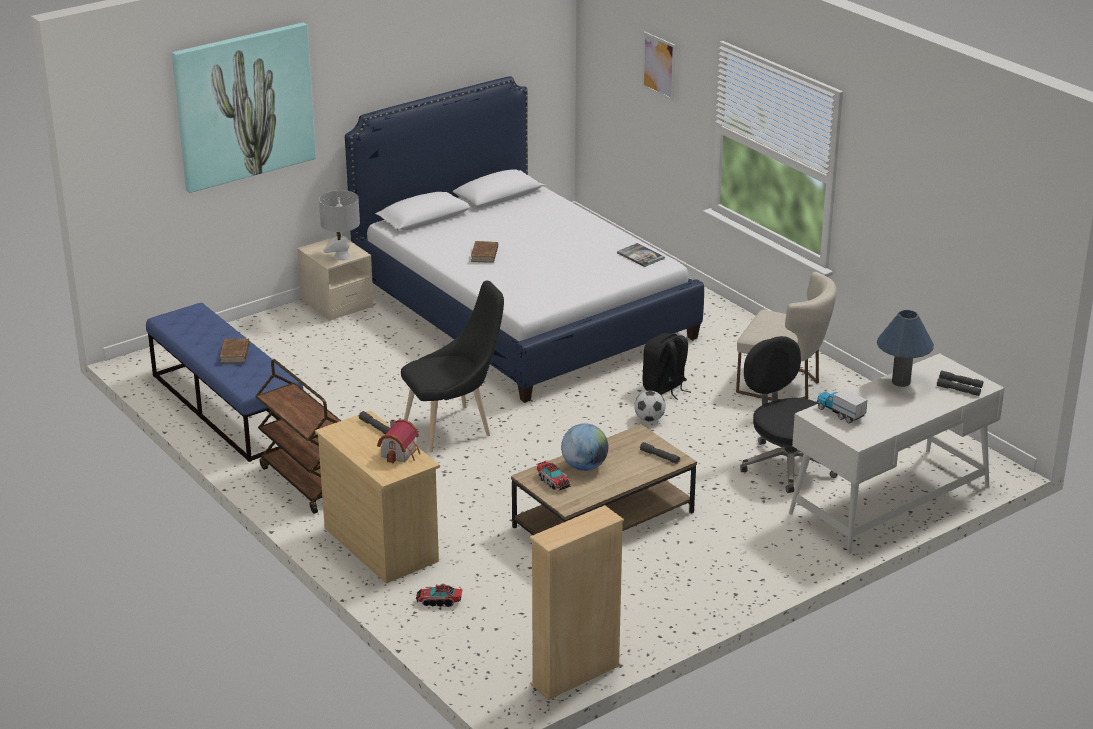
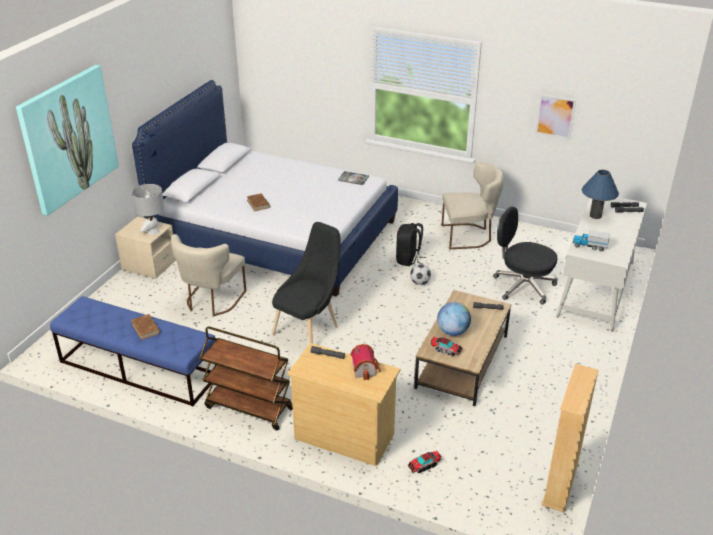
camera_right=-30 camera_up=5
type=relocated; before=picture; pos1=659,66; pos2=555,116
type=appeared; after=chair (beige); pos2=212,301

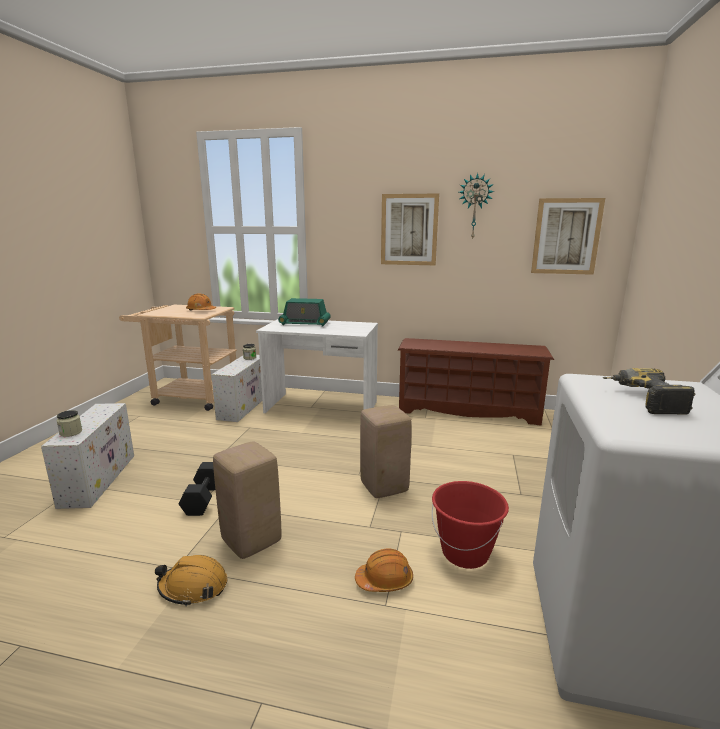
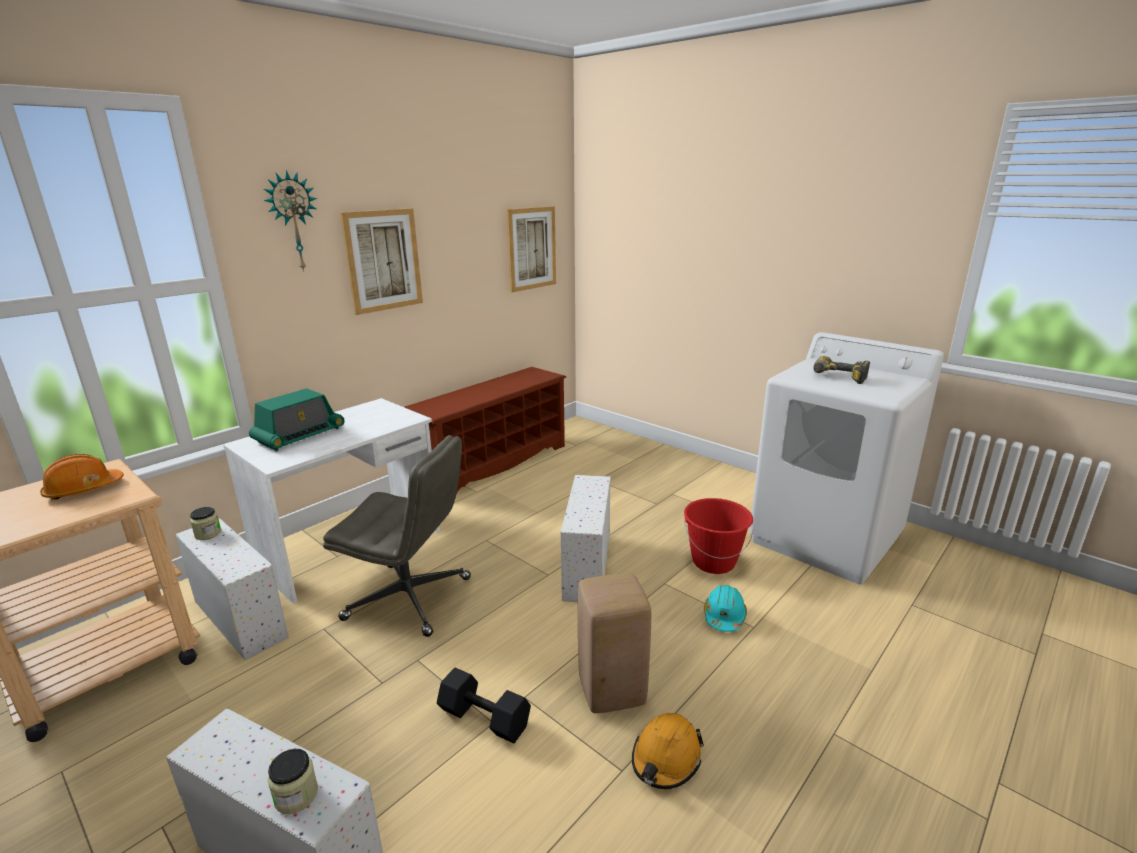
camera_right=-60 camera_up=5
type=relocated; before=wall clock; pos1=474,206; pos2=293,222
type=exchanged; before=stool (beige); after=storage box (white); pos1=383,487; pos2=587,567
type=colour; before=hard hat (orange); after=hard hat (turquoise); pos1=384,580; pos2=724,616
type=appeared; after=office chair (grey); pos2=410,598

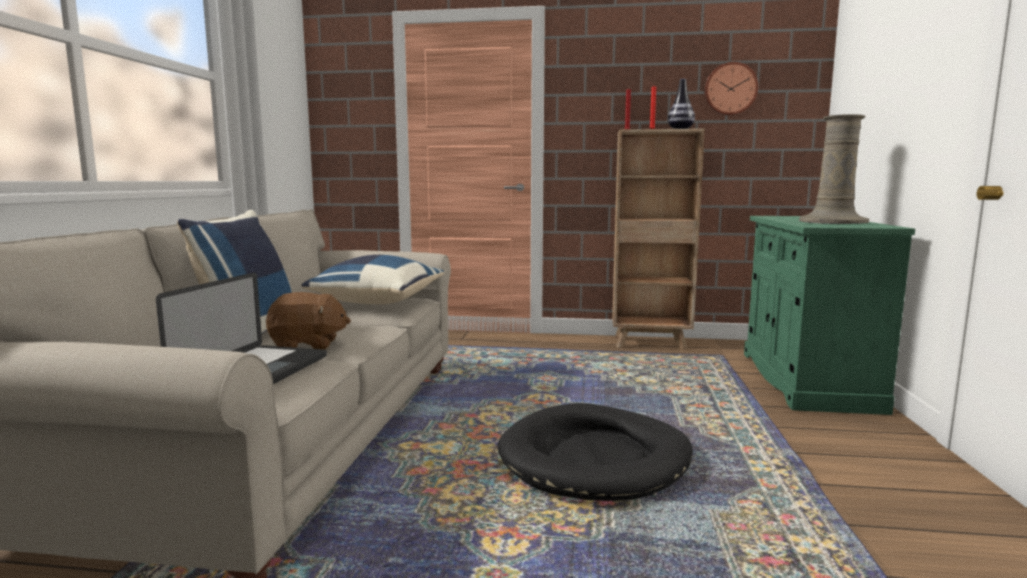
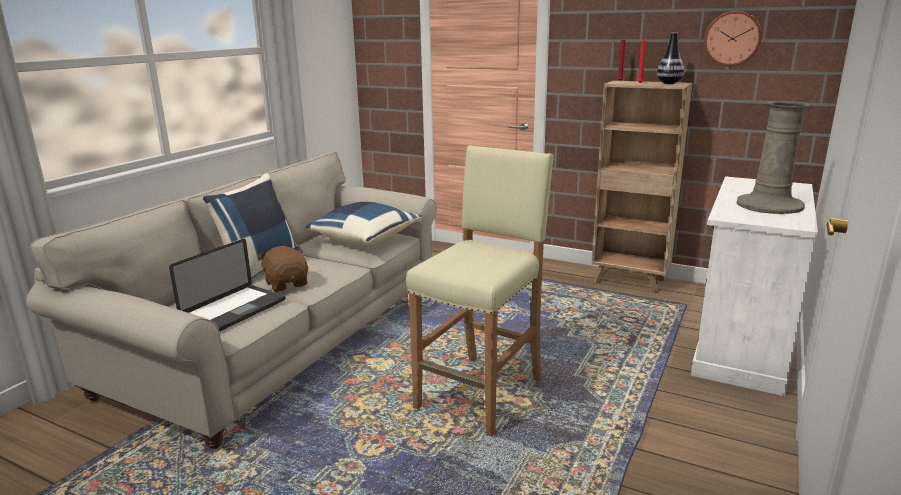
camera_right=20 camera_up=10
type=colour; before=cabinet (green); after=cabinet (white); pos1=806,380; pos2=741,345
type=spun; before=plush toy (brown); pos1=308,345; pos2=287,284; turn=-135
type=exchanged; before=dog bed (black); after=stool (beige); pos1=595,458; pos2=481,393

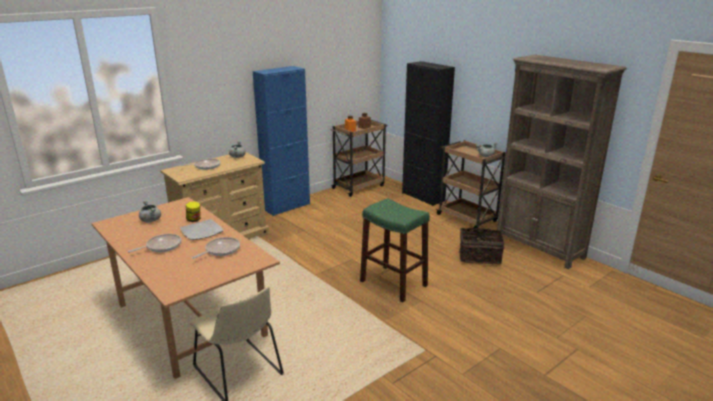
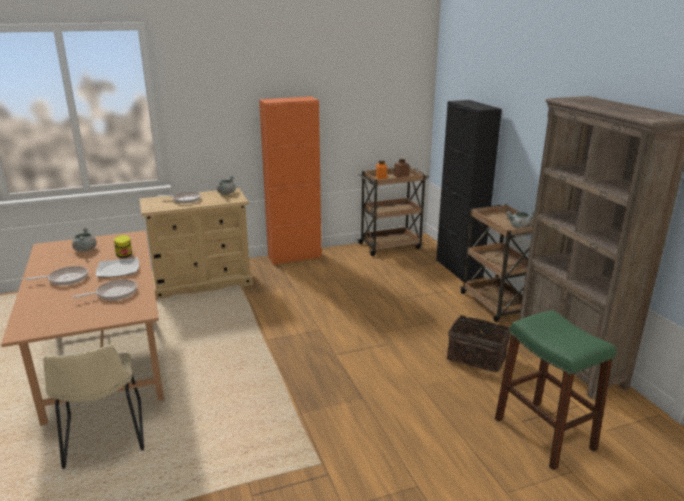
camera_right=20 camera_up=0
type=colour; before=cabinet (blue); after=cabinet (orange); pos1=286,207; pos2=294,257
type=relocated; before=stool (green); pos1=393,283; pos2=544,434

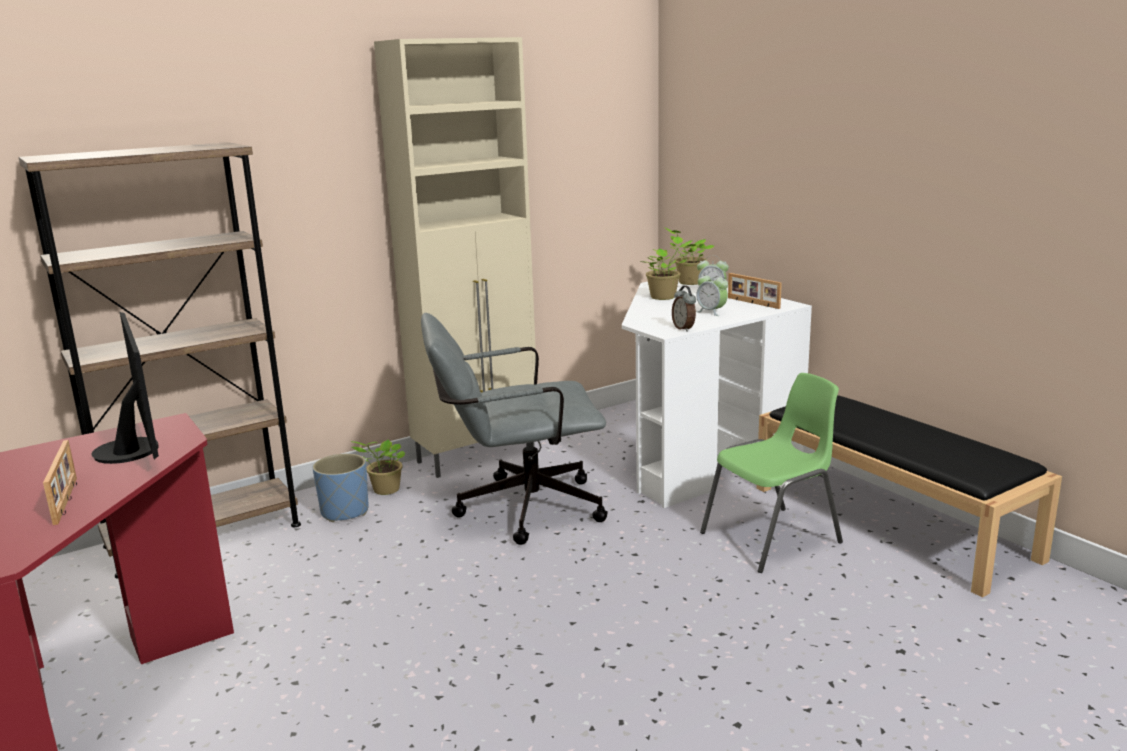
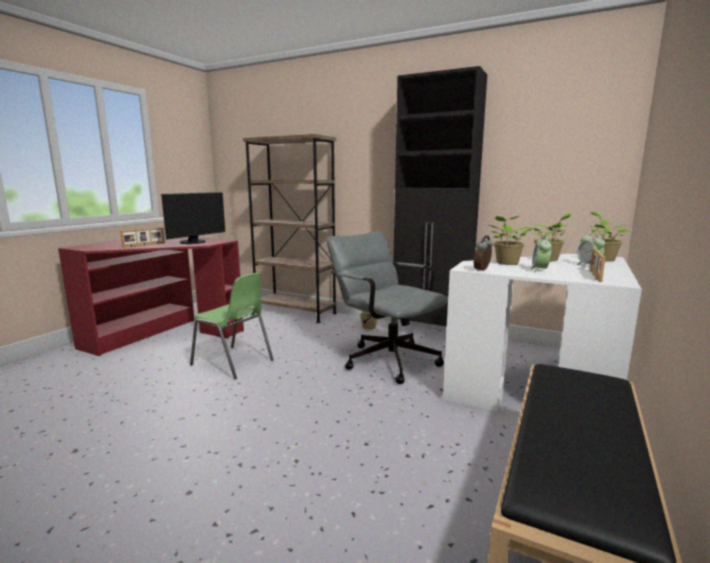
camera_right=60 camera_up=-5
type=colour; before=cabinet (beige); after=cabinet (black); pos1=478,456; pos2=431,334
type=relocated; before=chair (green); pos1=773,538; pos2=233,363
type=missing; before=planter (blue); pos1=345,511
type=appeared; after=potted plant; pos2=506,263

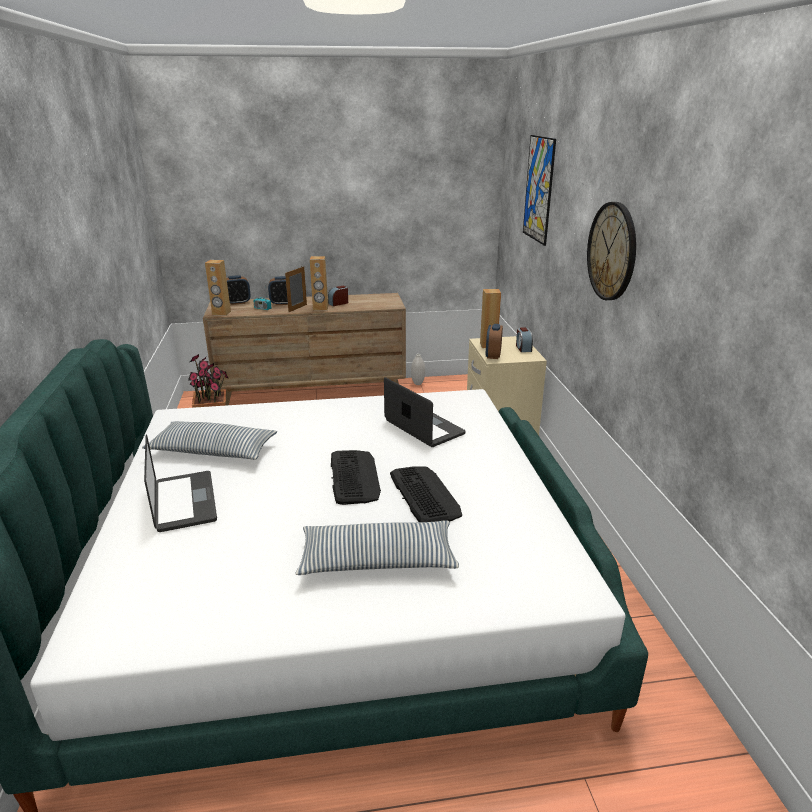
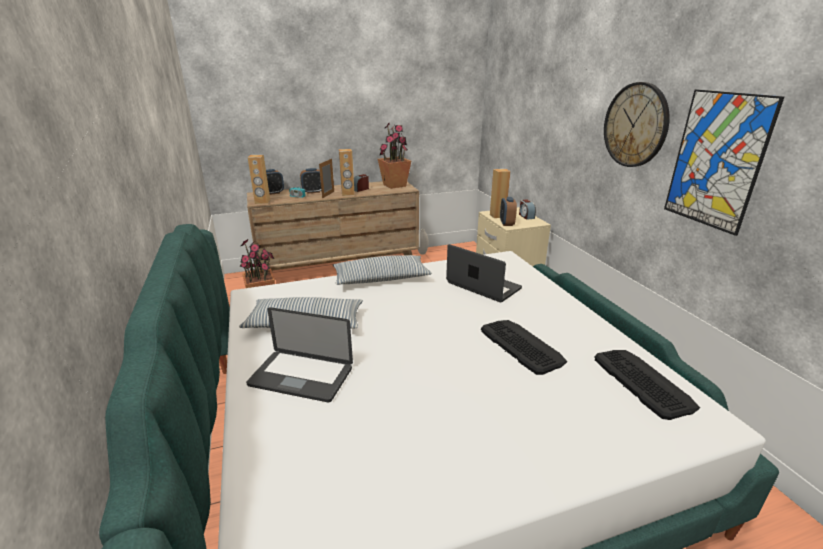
camera_right=-10 camera_up=0
type=relocated; before=picture; pos1=539,189; pos2=716,160
type=spun; before=laptop; pos1=185,502; pos2=301,377; turn=135
type=relocated; before=keyboard; pos1=354,477; pos2=642,382
type=relocated; before=pillow; pos1=377,560; pos2=381,279
type=appeared; after=potted plant; pos2=394,185

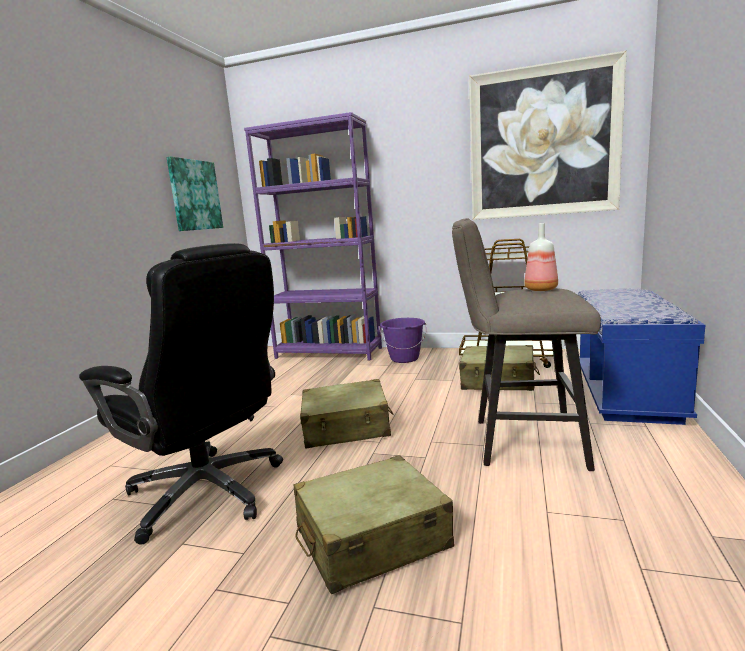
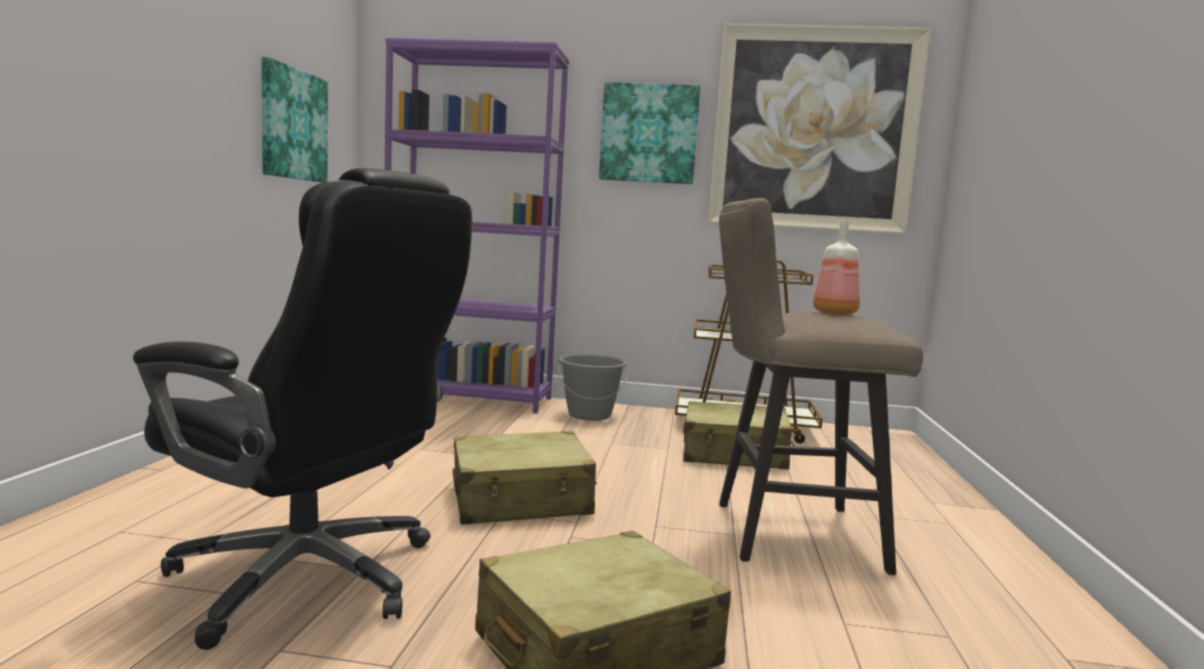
camera_right=-10 camera_up=-5
type=missing; before=bench (blue); pos1=626,393
type=colour; before=bucket (purple); after=bucket (grey); pos1=404,358; pos2=589,415
type=appeared; after=picture; pos2=649,134

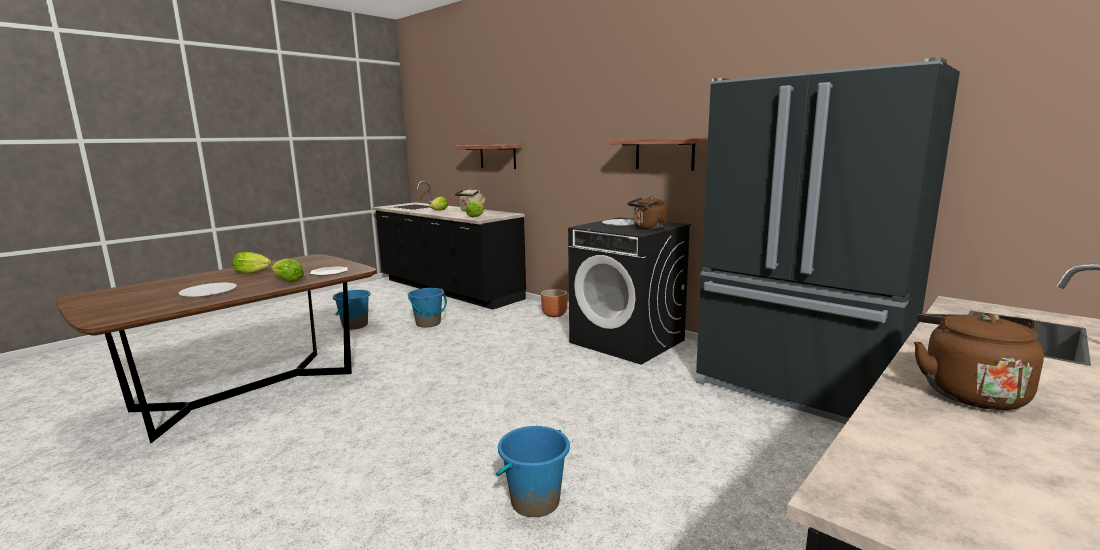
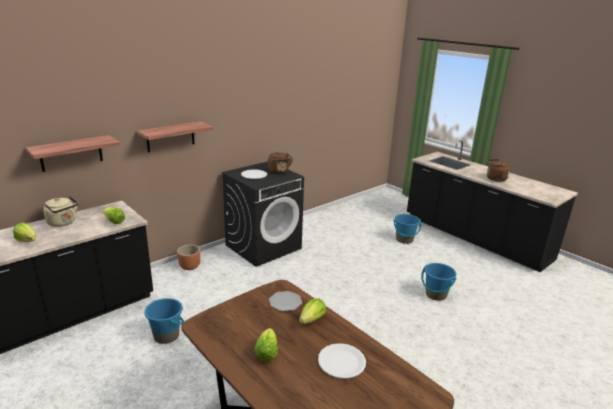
camera_right=-85 camera_up=10
type=missing; before=fridge (black); pos1=798,390
type=relocated; before=shelf; pos1=664,154; pos2=170,136
type=relocated; before=bucket (blue); pos1=354,325; pos2=404,239

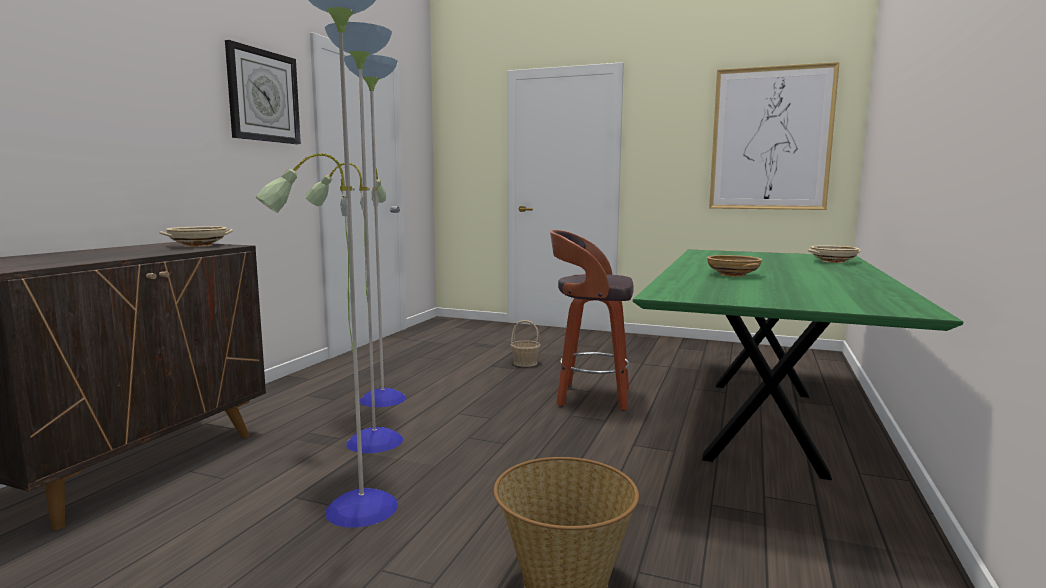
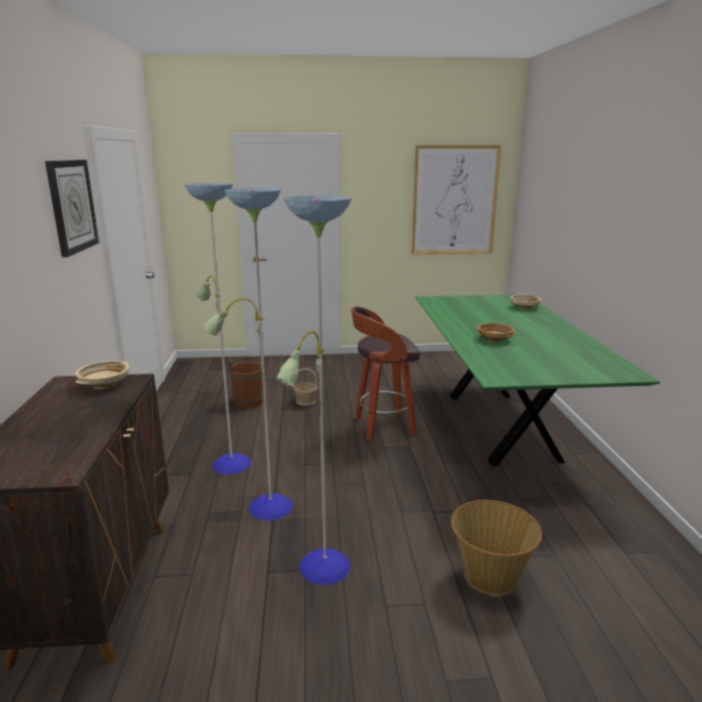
camera_right=-25 camera_up=10
type=appeared; after=bucket (brown); pos2=249,400

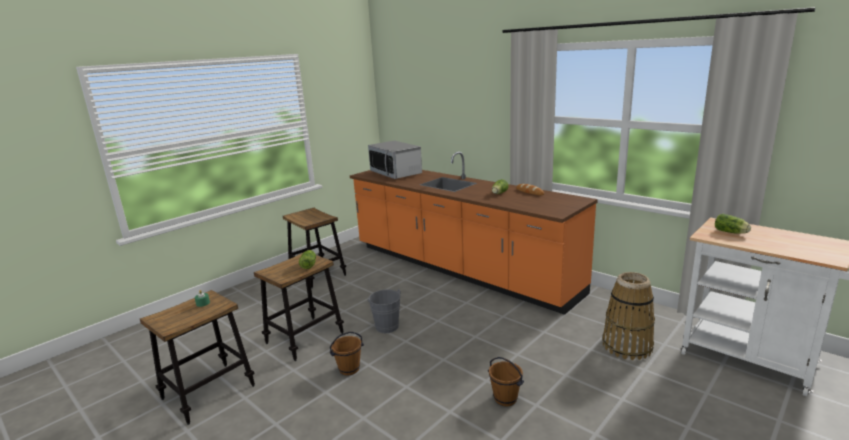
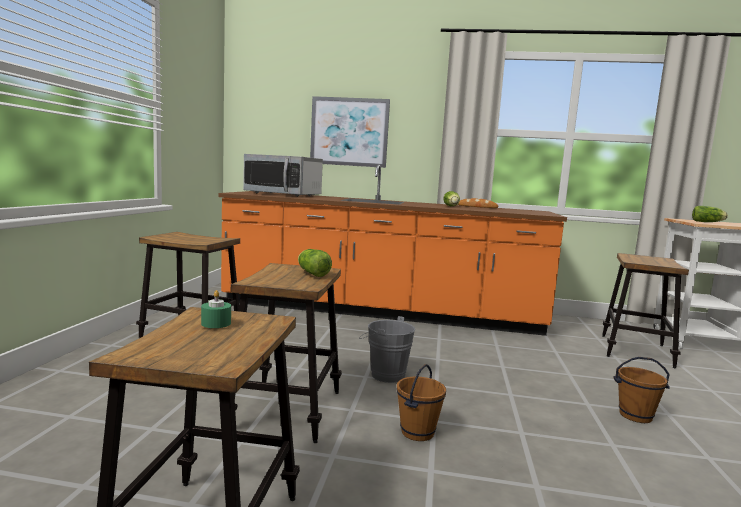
camera_right=-35 camera_up=-10
type=exchanged; before=basket; after=stool; pos1=627,346; pos2=636,351
type=appeared; after=picture; pos2=349,132

